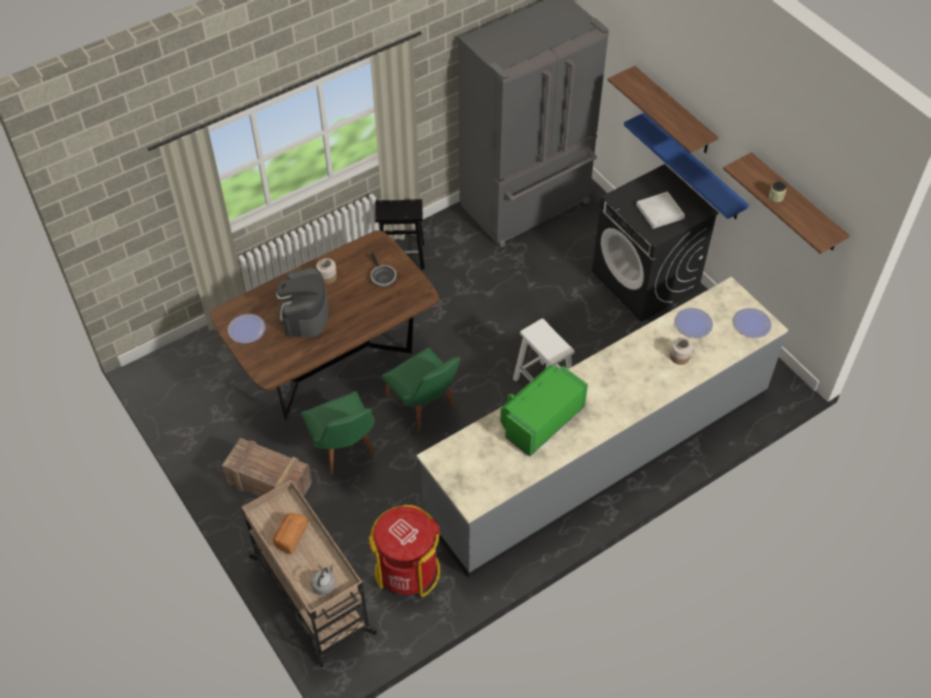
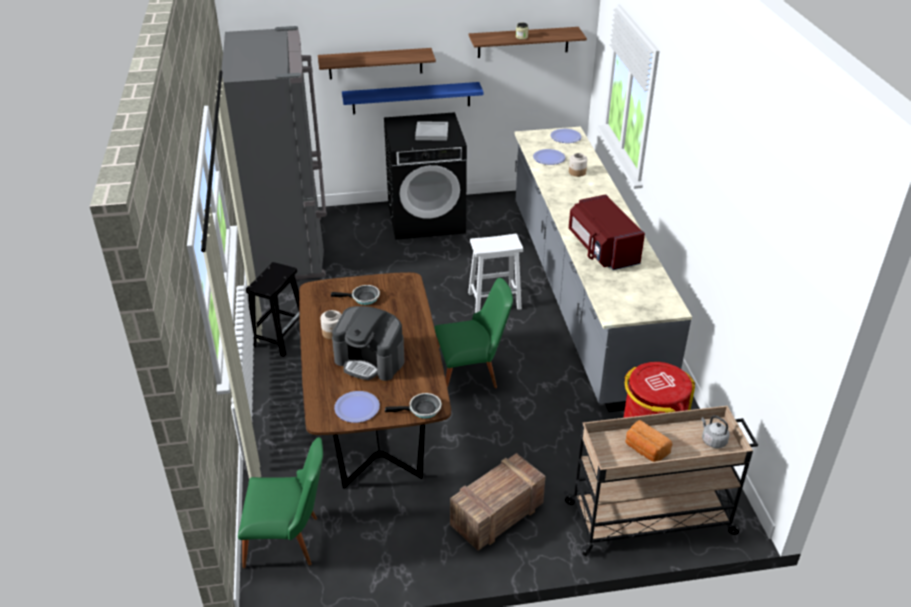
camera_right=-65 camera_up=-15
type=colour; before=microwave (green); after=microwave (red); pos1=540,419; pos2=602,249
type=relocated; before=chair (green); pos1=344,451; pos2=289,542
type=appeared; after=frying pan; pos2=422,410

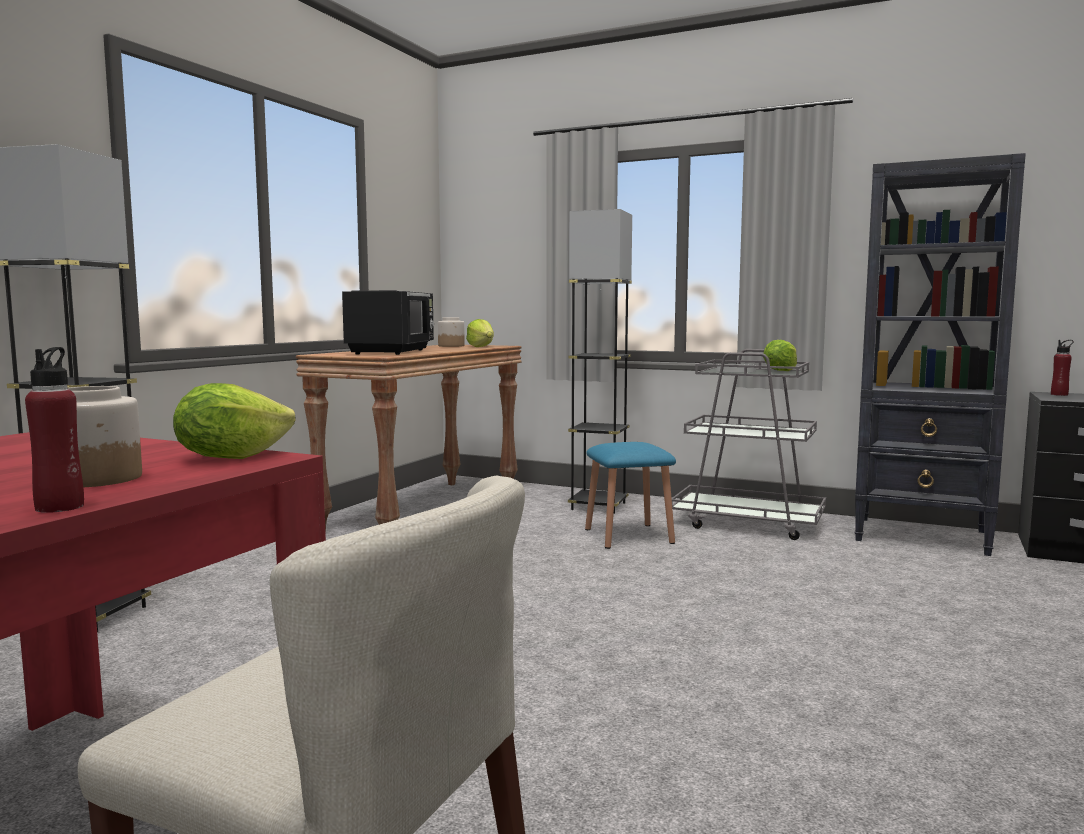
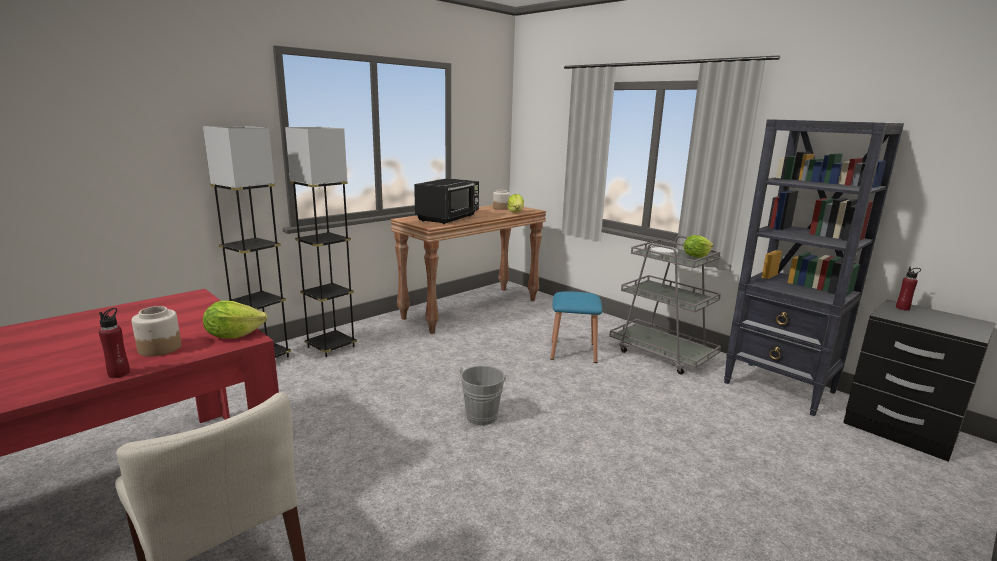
camera_right=20 camera_up=10
type=relocated; before=floor lamp (grey); pos1=598,506; pos2=331,347
type=appeared; after=bucket (grey); pos2=480,419

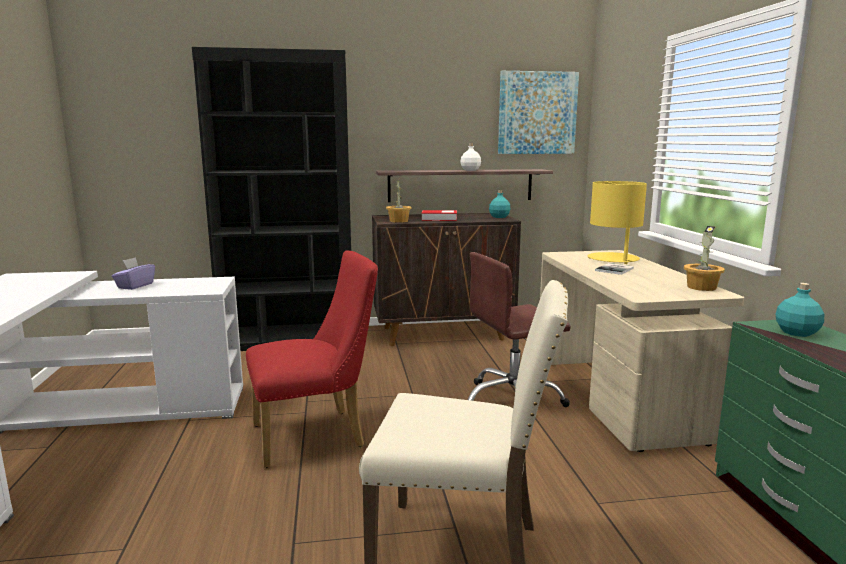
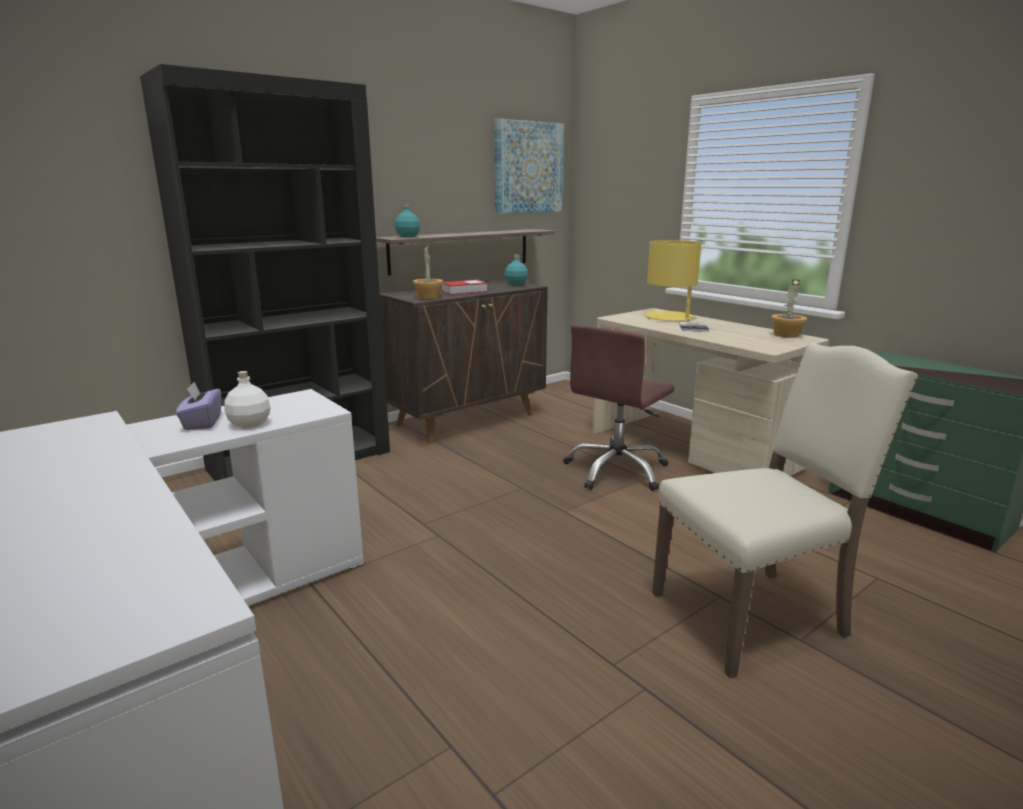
camera_right=-30 camera_up=5
type=relocated; before=bottle (white); pos1=470,170; pos2=249,423
type=missing; before=chair (red); pos1=317,435
type=relocated; before=bottle (turquoise); pos1=796,332; pos2=407,236

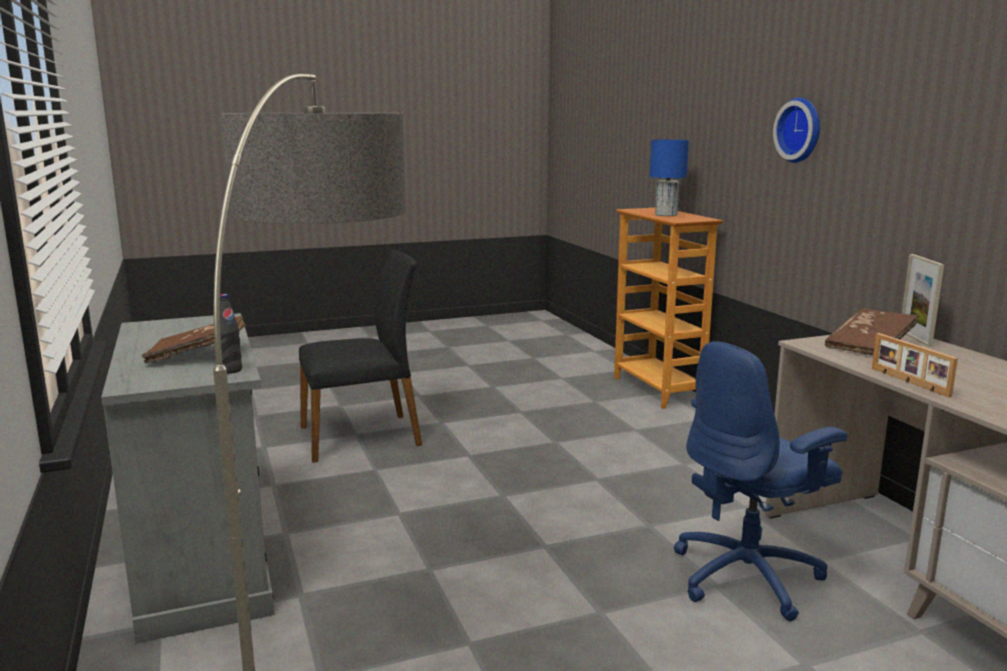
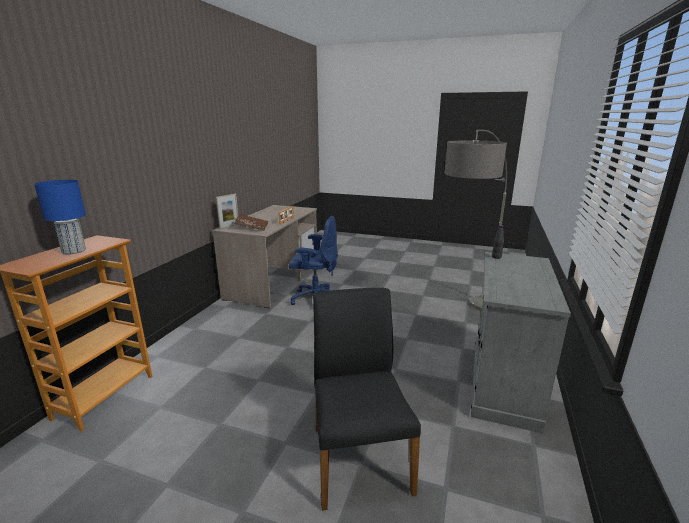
camera_right=-140 camera_up=5
type=missing; before=wall clock; pos1=801,130
type=spun; before=chair (black); pos1=362,436; pos2=358,457; turn=60
type=missing; before=book (brown); pos1=198,356

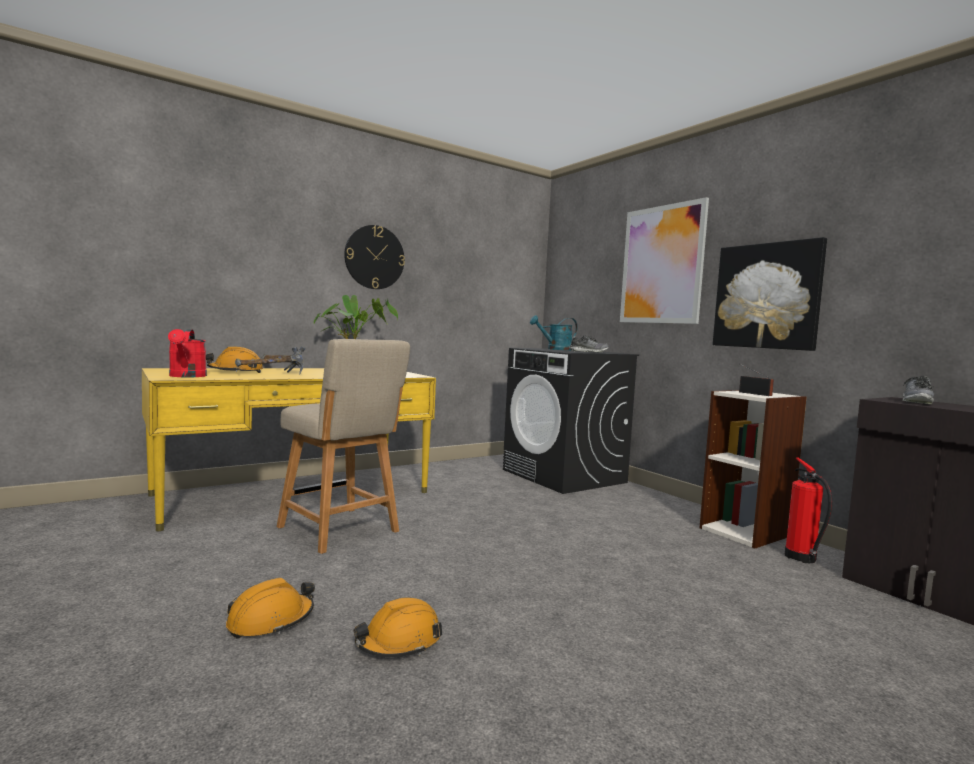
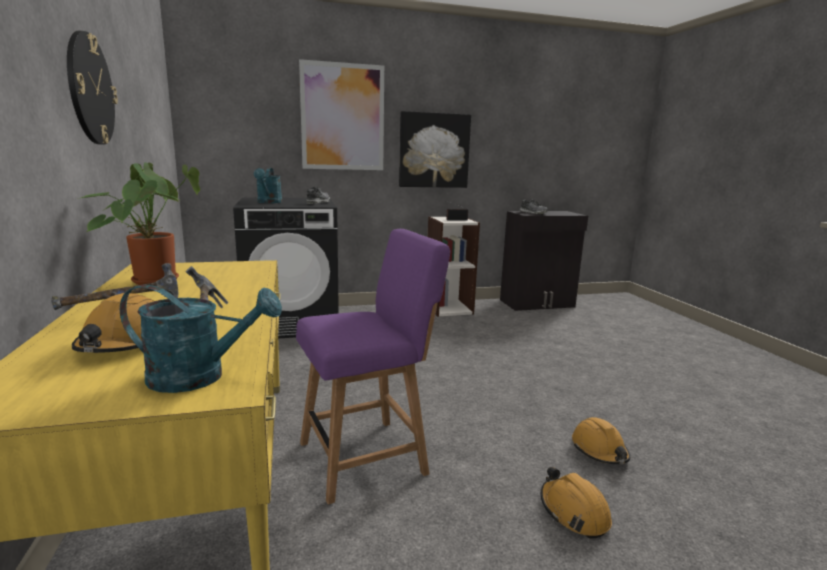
camera_right=-70 camera_up=10
type=colour; before=watering can (red); after=watering can (turquoise); pos1=186,376; pos2=200,377
type=colour; before=chair (beige); after=chair (purple); pos1=341,531; pos2=368,456
type=missing; before=fire extinguisher; pos1=801,558

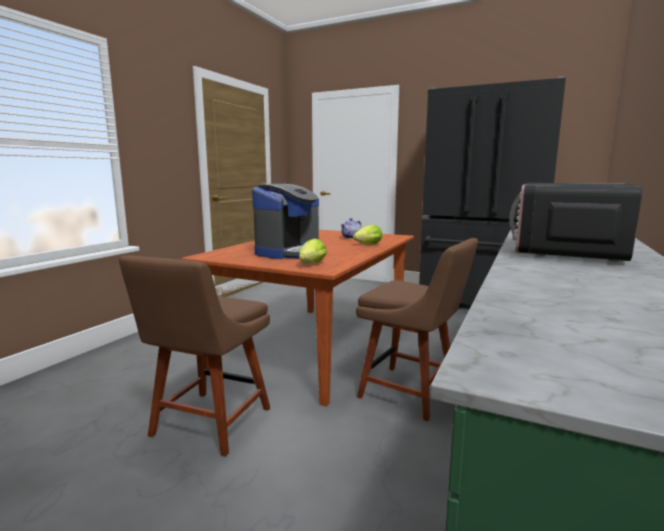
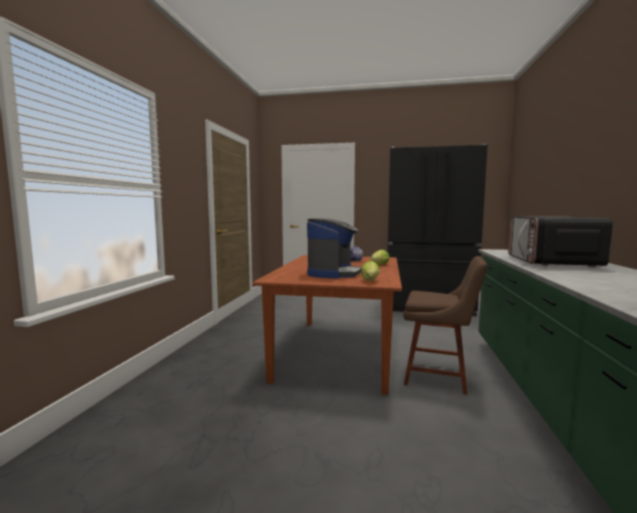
camera_right=-15 camera_up=-5
type=missing; before=chair (brown); pos1=208,425

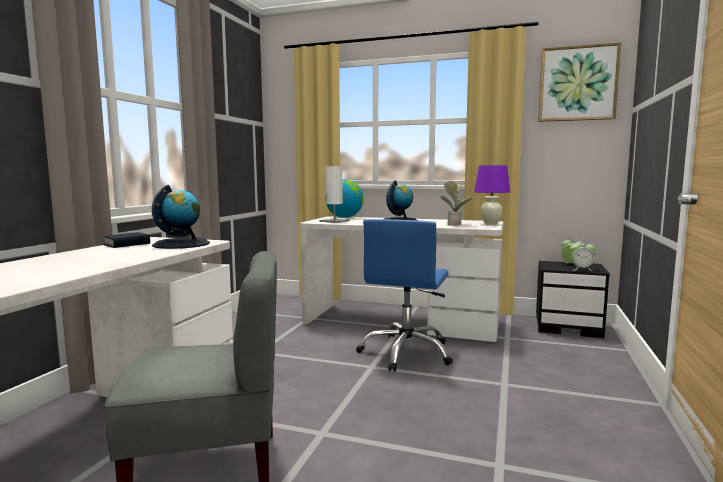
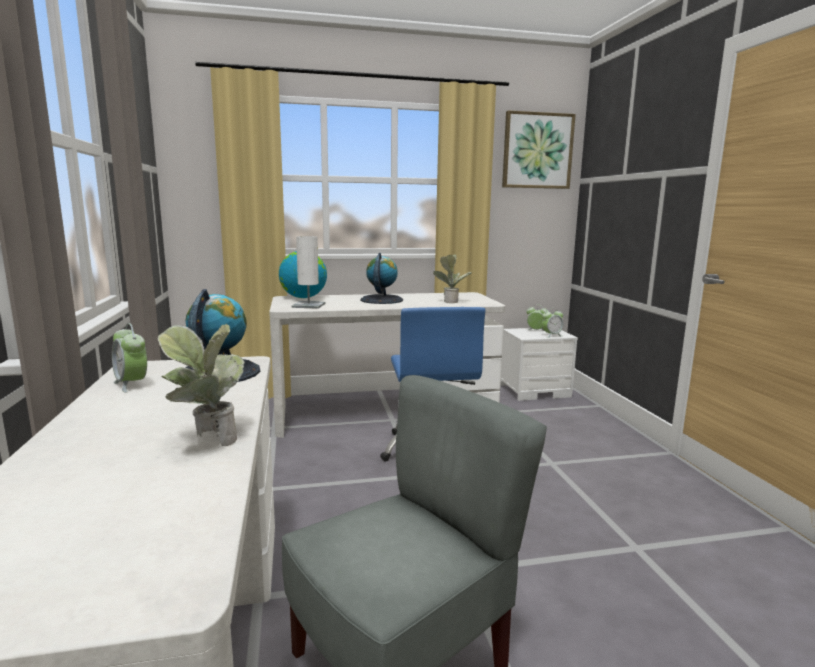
camera_right=-30 camera_up=5
type=missing; before=table lamp (purple); pos1=491,224
type=exchanged; before=book; after=alarm clock; pos1=127,244; pos2=132,384
type=colour; before=nightstand (black); after=nightstand (white); pos1=568,327; pos2=535,390
type=appeared; after=potted plant; pos2=207,441

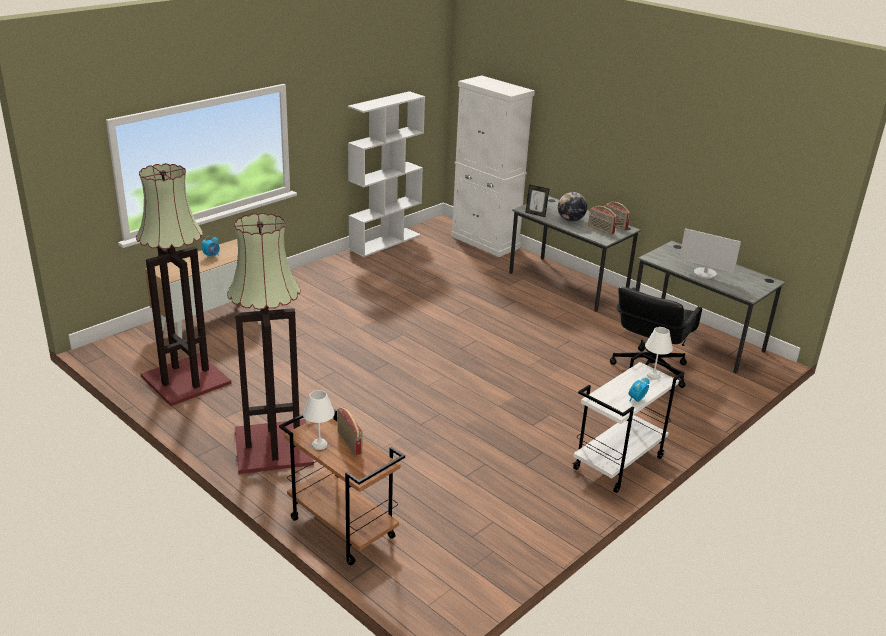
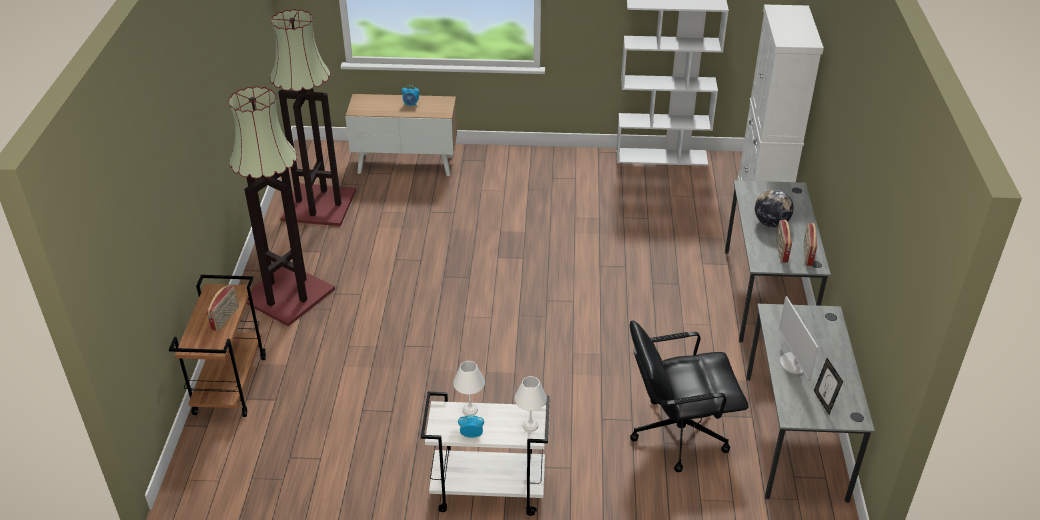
camera_right=50 camera_up=10
type=relocated; before=picture frame; pos1=535,214; pos2=823,402
type=relocated; before=table lamp (white); pos1=319,445; pos2=469,410

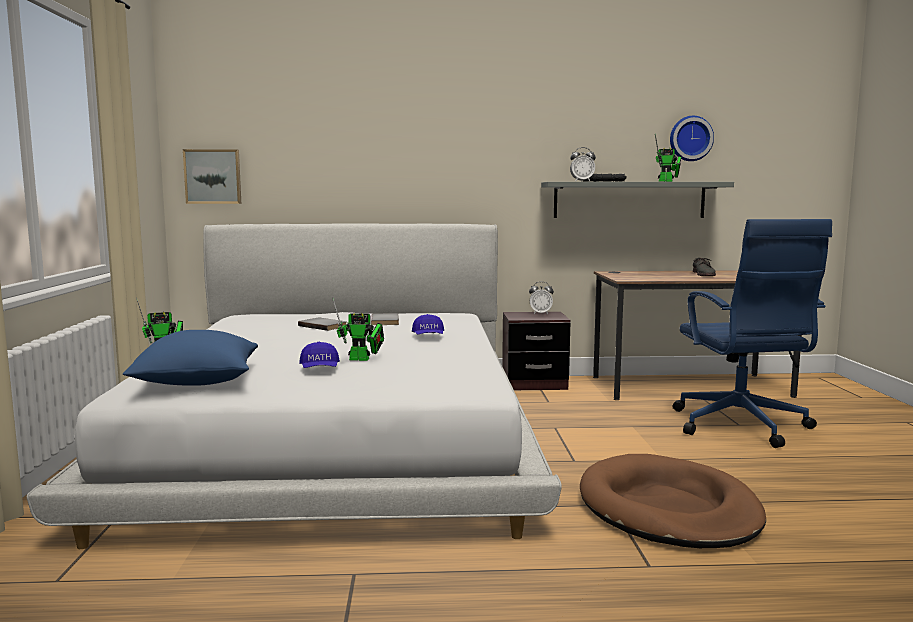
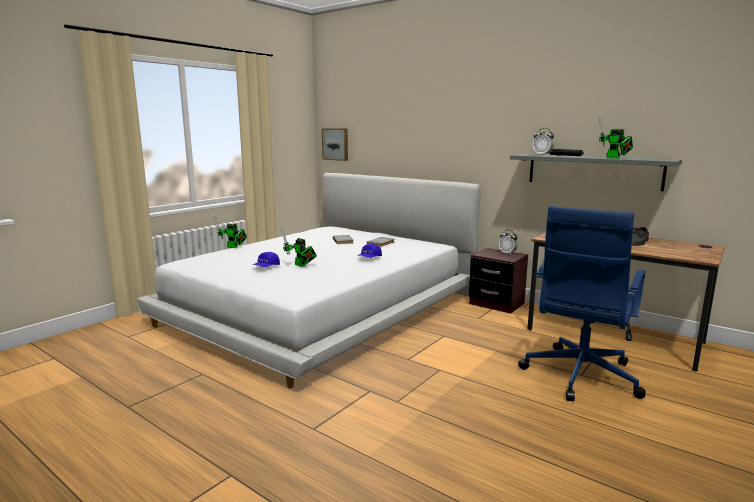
camera_right=40 camera_up=5
type=missing; before=wall clock; pos1=690,138
type=missing; before=pillow (blue); pos1=197,382
type=missing; before=dog bed (brown); pos1=668,509

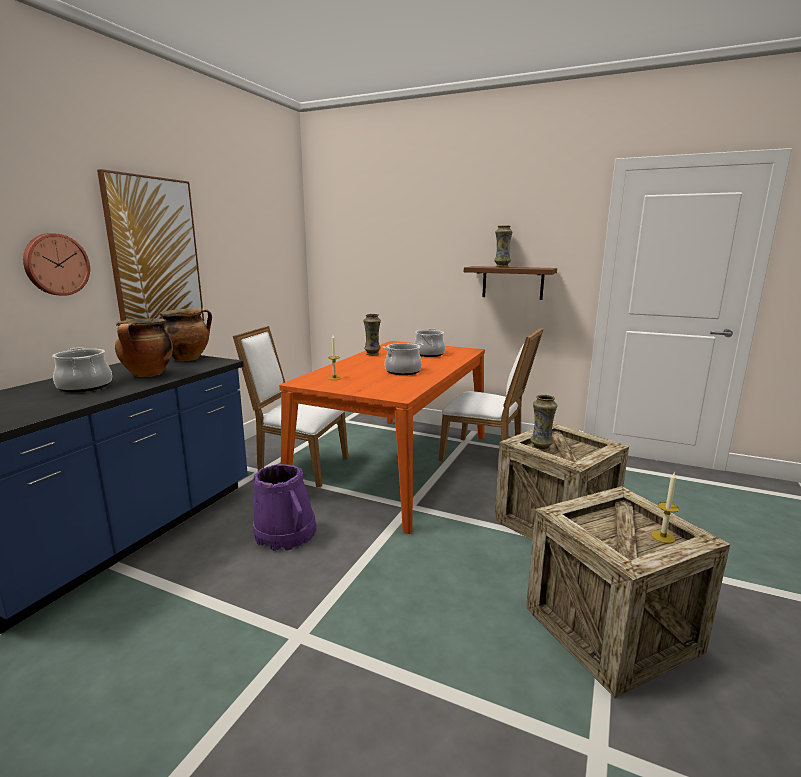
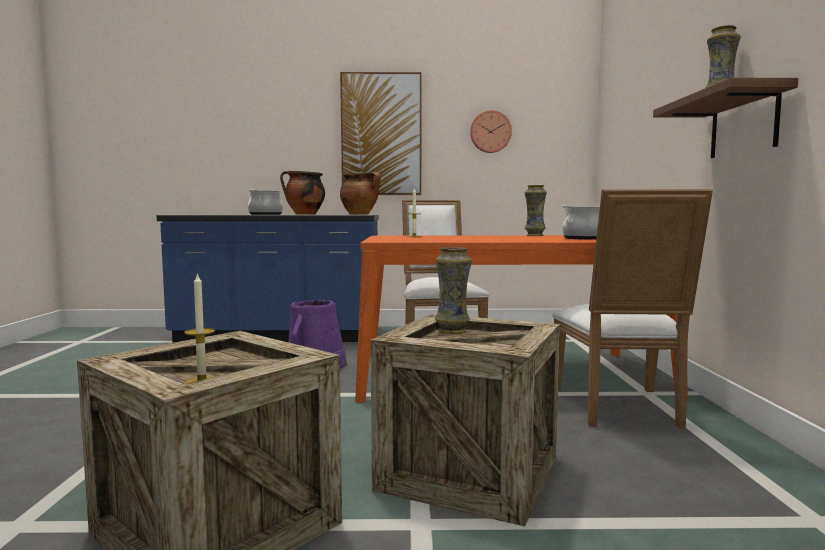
camera_right=65 camera_up=-10
type=relocated; before=wall clock; pos1=55,264; pos2=490,132
type=missing; before=cooking pot; pos1=403,371

